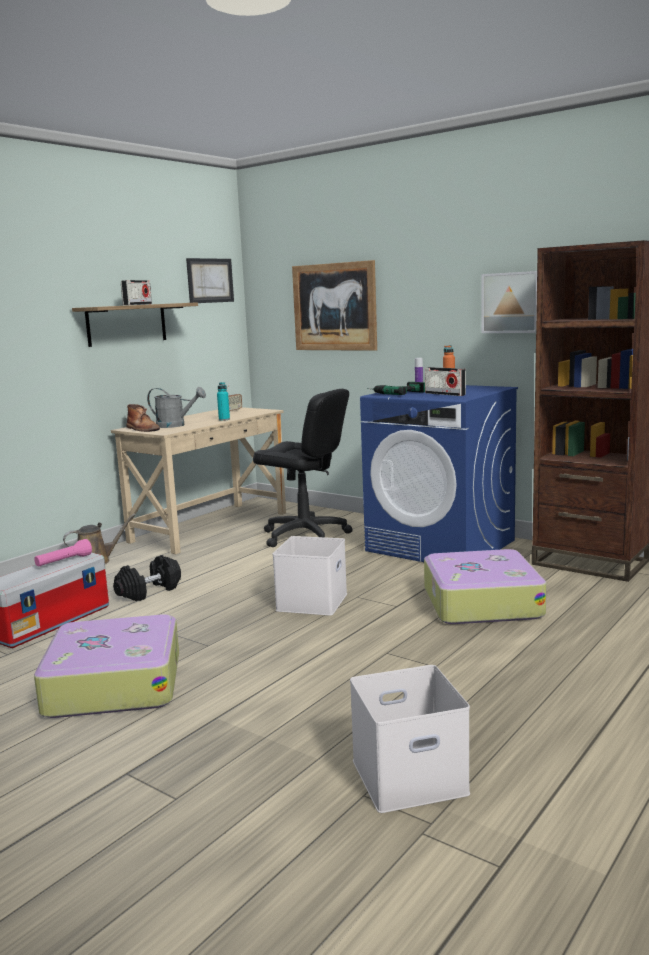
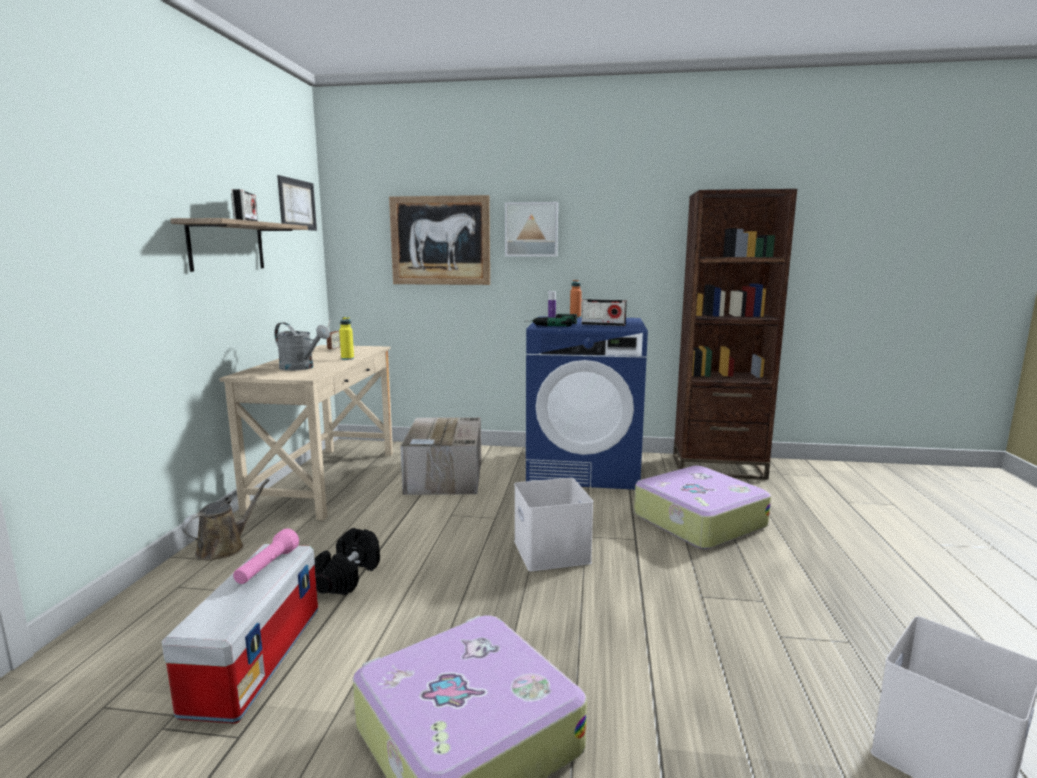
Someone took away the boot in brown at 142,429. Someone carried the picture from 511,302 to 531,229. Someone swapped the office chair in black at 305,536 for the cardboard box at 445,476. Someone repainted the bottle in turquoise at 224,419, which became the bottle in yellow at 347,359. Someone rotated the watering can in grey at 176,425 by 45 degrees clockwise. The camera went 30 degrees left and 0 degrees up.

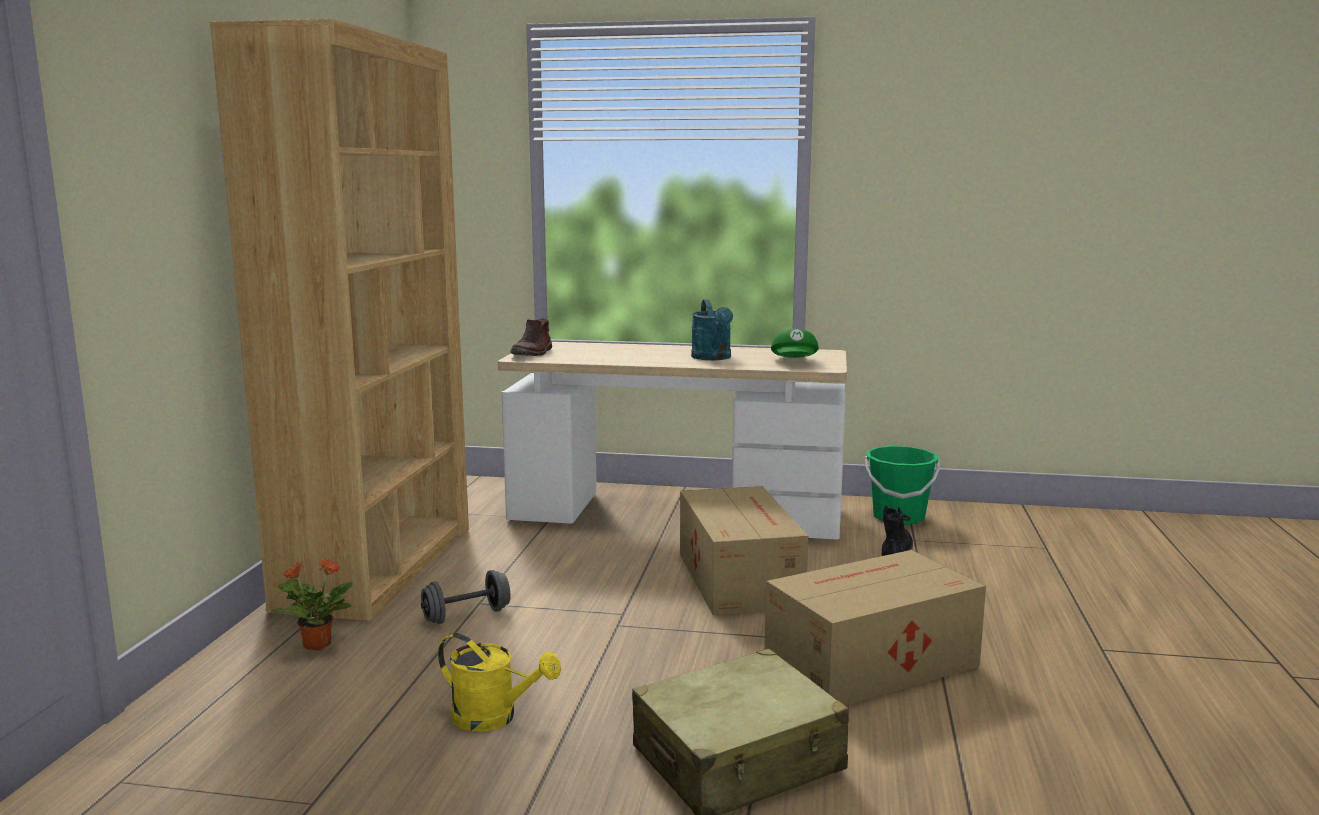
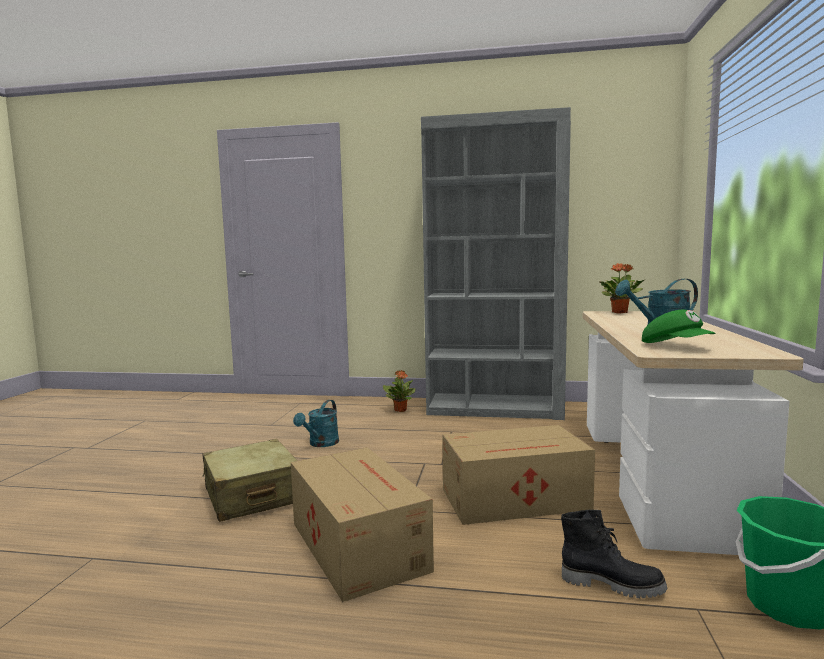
Someone took away the dumbbell in grey at 466,616. Someone swapped the boot in brown at 533,353 for the potted plant at 620,312. Someone repainted the bookcase in brown at 378,566, which became the bookcase in grey at 495,409. Someone repainted the watering can in yellow at 494,718, which became the watering can in turquoise at 321,444. Someone rotated the cap in green at 795,362 by 120 degrees counterclockwise. The camera went 90 degrees right and 5 degrees down.

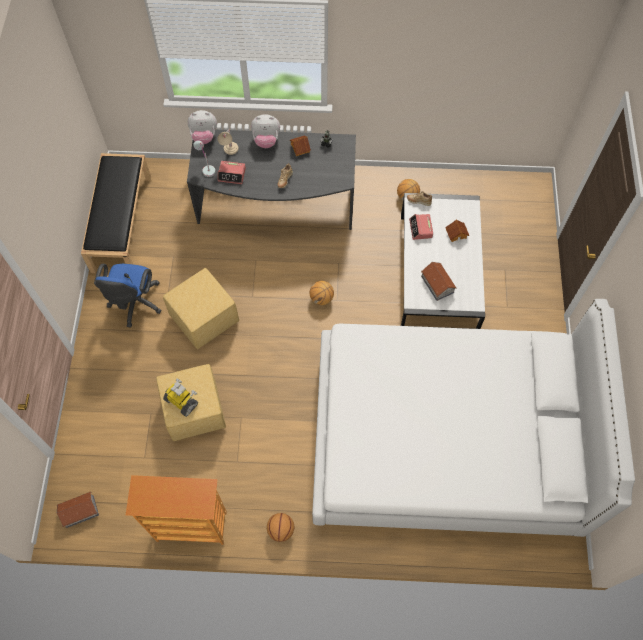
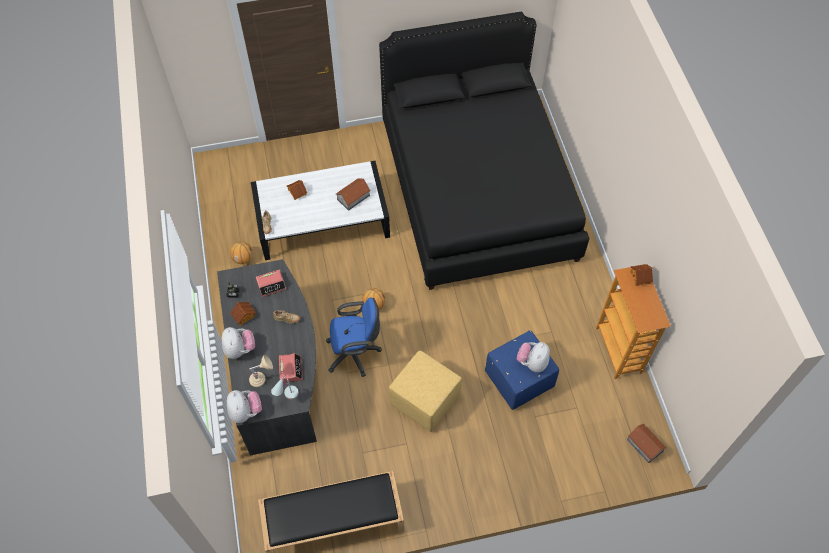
Someone took away the basketball at 280,529. Someone put down the toy house at 640,277. Someone carried the office chair in blue from 135,304 to 355,353. Someone carried the alarm clock from 421,229 to 271,285. Someone swapped the toy robot at 182,401 for the plush toy at 532,362. Someone repainted the ottoman in yellow at 195,411, which became the ottoman in blue at 518,379. Someone repainted the bed in white at 445,440, which became the bed in black at 477,190. The camera went 105 degrees left and 5 degrees down.

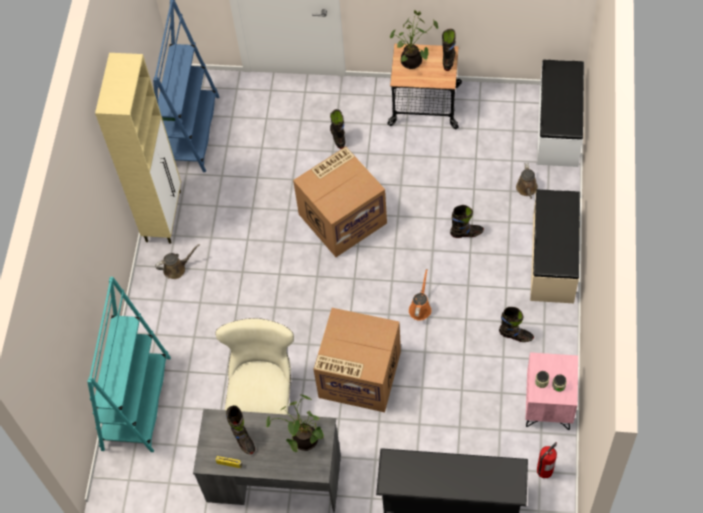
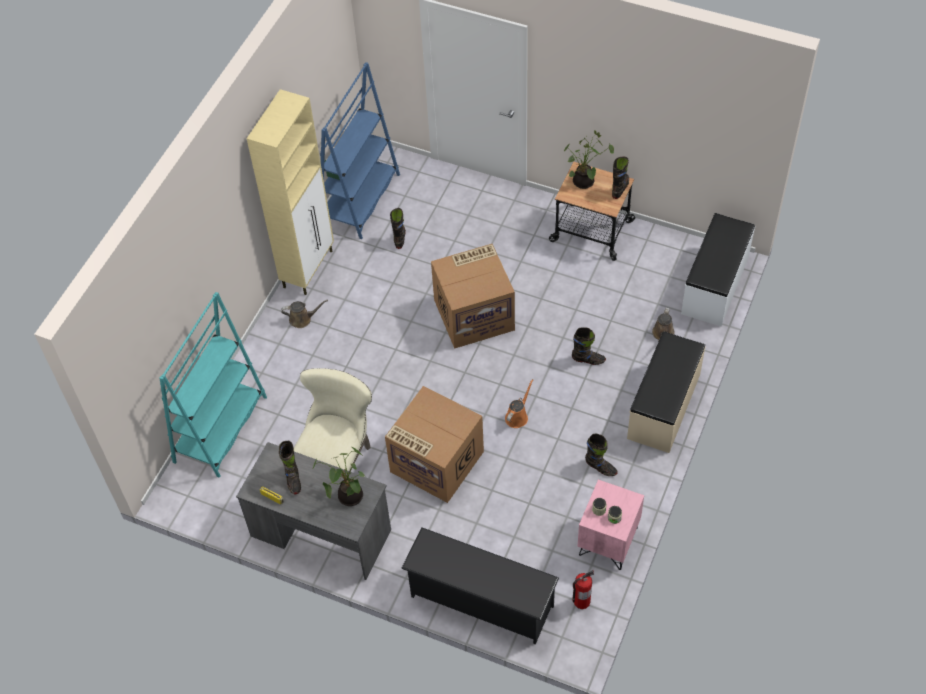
Someone carried the boot in black from 338,137 to 399,238. The camera went 15 degrees right and 5 degrees down.

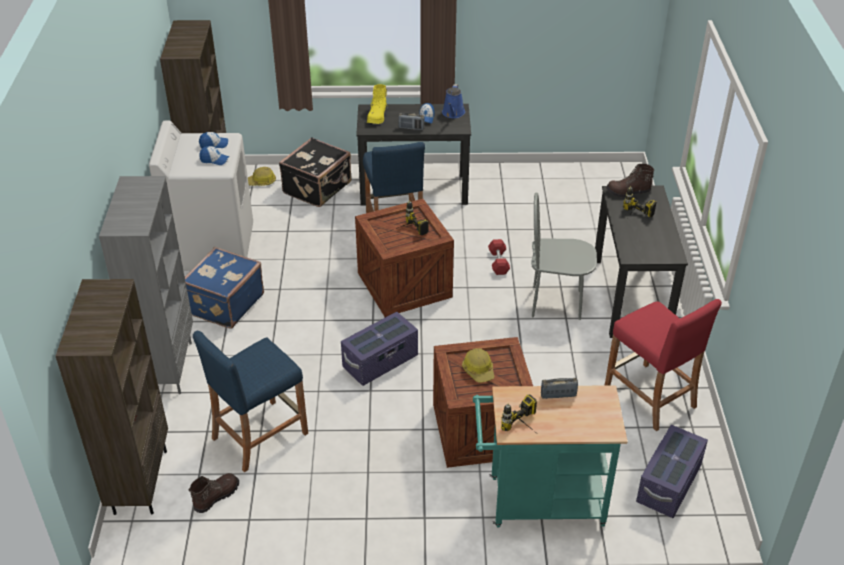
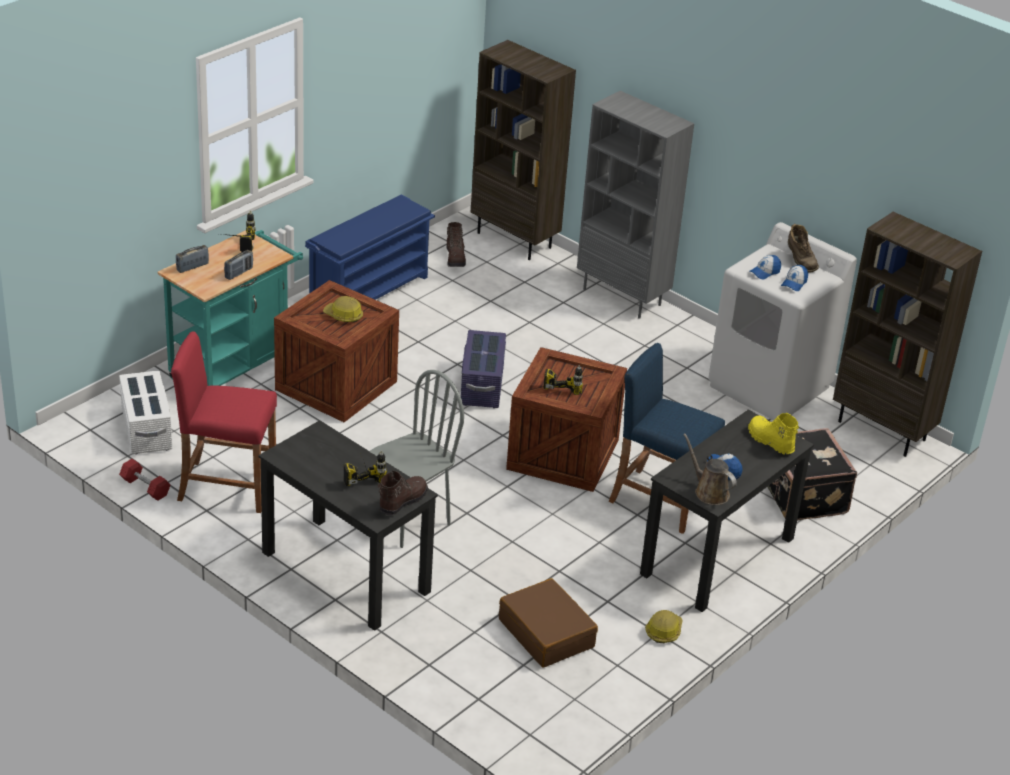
Someone took away the suitcase in blue at 224,304. Someone took away the stool in blue at 259,435. Someone put down the shoe rack in blue at 369,291. Someone put down the suitcase in brown at 547,633. Someone put down the boot in brown at 799,262. Someone carried the hard hat from 262,182 to 663,631. Someone carried the radio from 411,128 to 192,267. Someone carried the dumbbell in red from 498,262 to 145,487. Someone repainted the watering can in blue at 453,113, which became the watering can in brown at 709,492. Someone repainted the storage box in purple at 668,484, which became the storage box in white at 147,429. The camera went 130 degrees right and 5 degrees down.

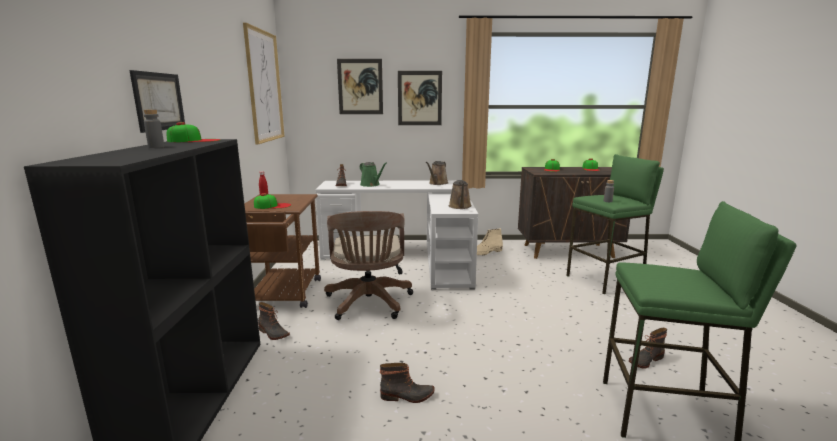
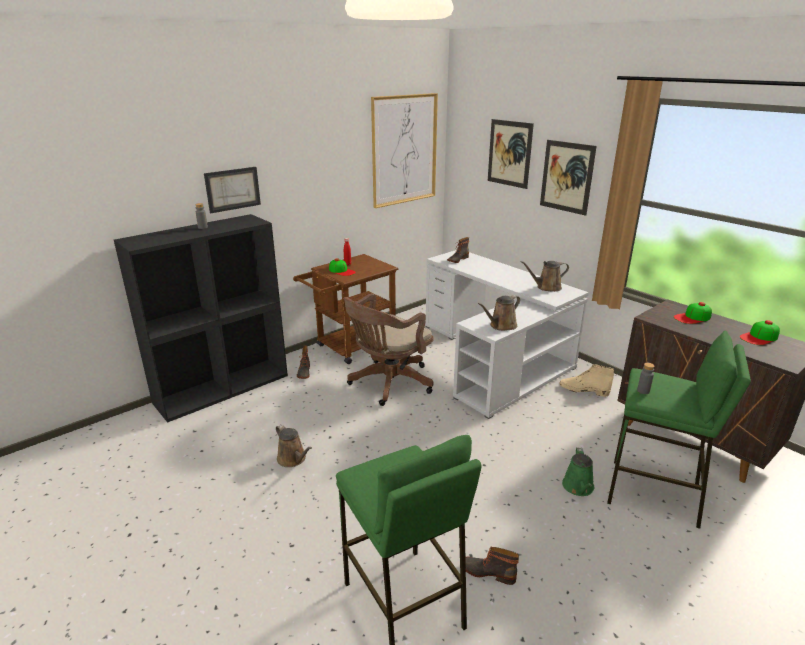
Someone took away the cap at 194,140. Someone carried the watering can in green from 371,185 to 578,488. Someone swapped the boot at 407,396 for the watering can in brown at 293,459. The camera went 50 degrees right and 10 degrees up.

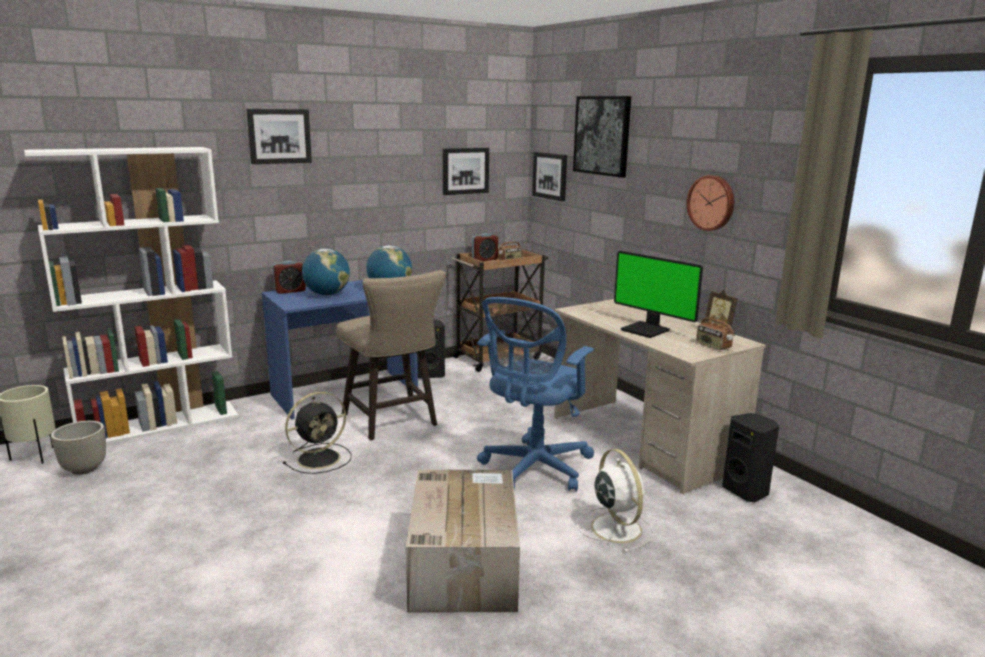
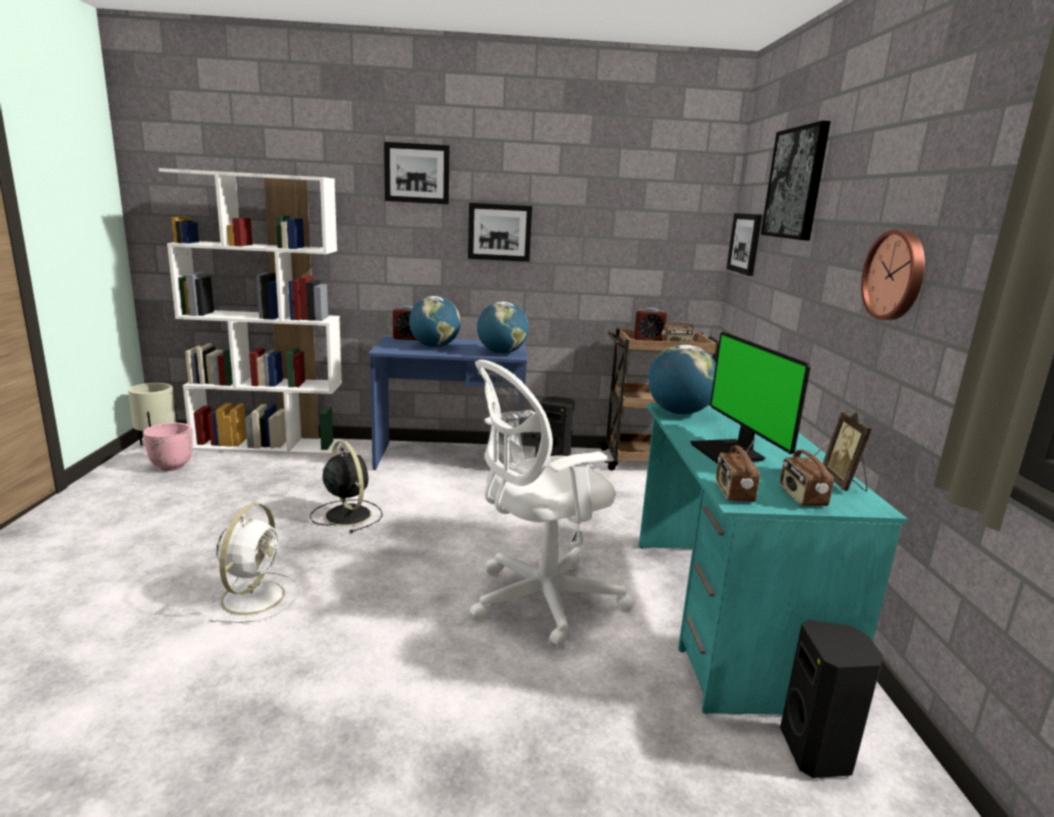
Someone took away the stool in beige at 393,422. Someone took away the cardboard box at 463,563. Someone put down the globe at 679,412. Someone put down the radio at 733,493. Someone carried the picture from 465,170 to 499,232. Someone carried the fan in white from 615,527 to 255,596. Someone repainted the planter in grey at 84,468, which became the planter in pink at 172,466. Someone repainted the office chair in blue at 533,470, which became the office chair in white at 539,602. Someone repainted the desk in beige at 643,442, which became the desk in turquoise at 725,616. Someone rotated the fan in black at 320,458 by 120 degrees counterclockwise. The camera went 30 degrees right and 0 degrees up.

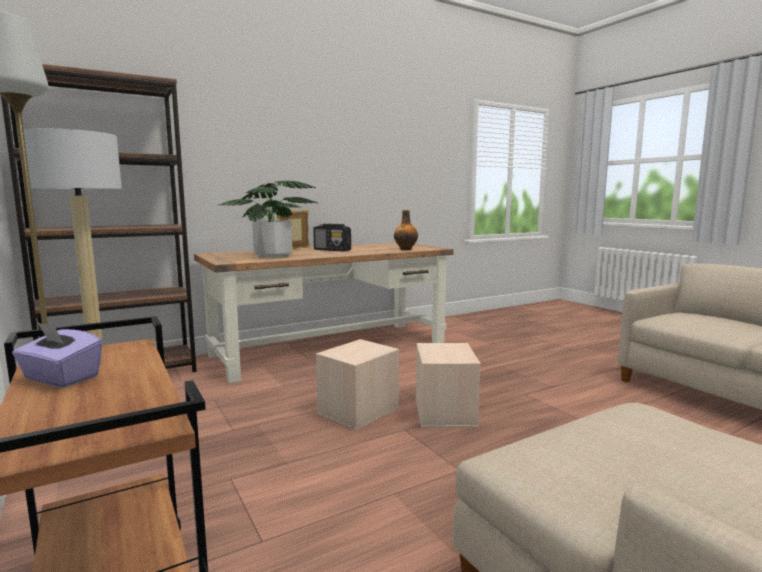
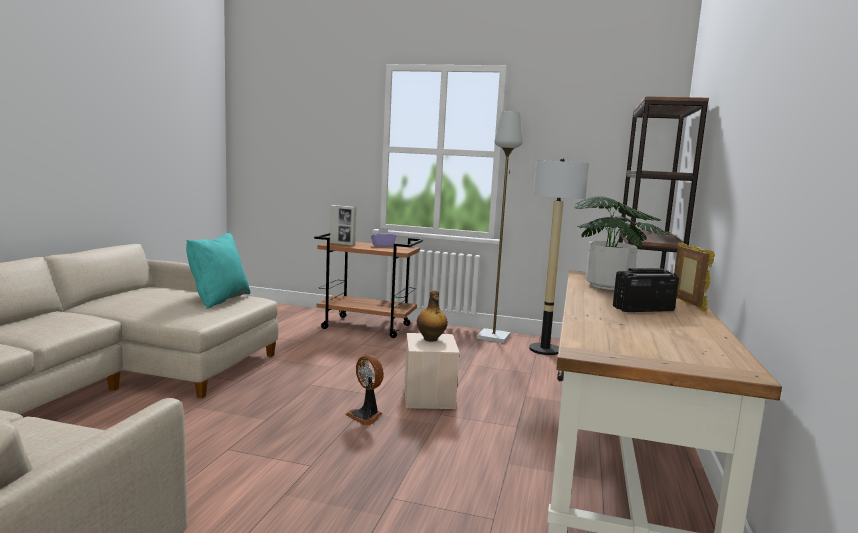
Someone put down the pillow in turquoise at 218,300. Someone put down the picture frame at 342,244. Someone carried the bottle from 406,249 to 430,339. Someone swapped the storage box in beige at 443,412 for the fan at 366,416. The camera went 135 degrees right and 0 degrees up.

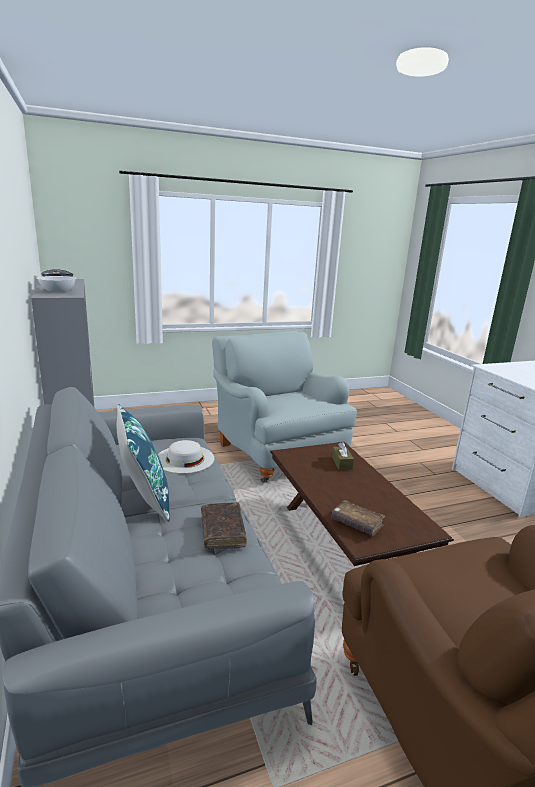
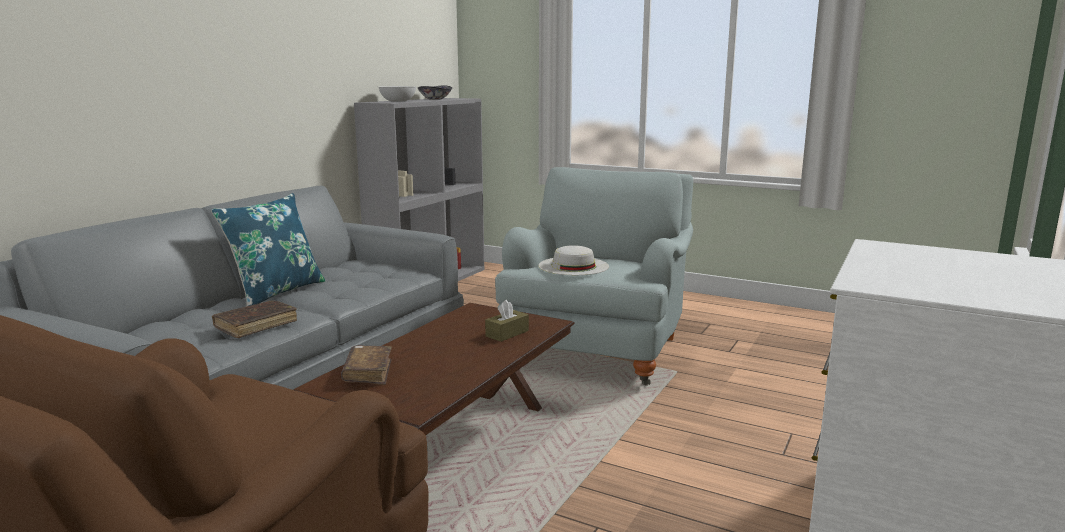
Someone carried the hat in white from 185,459 to 573,266. The camera went 50 degrees right and 5 degrees down.

